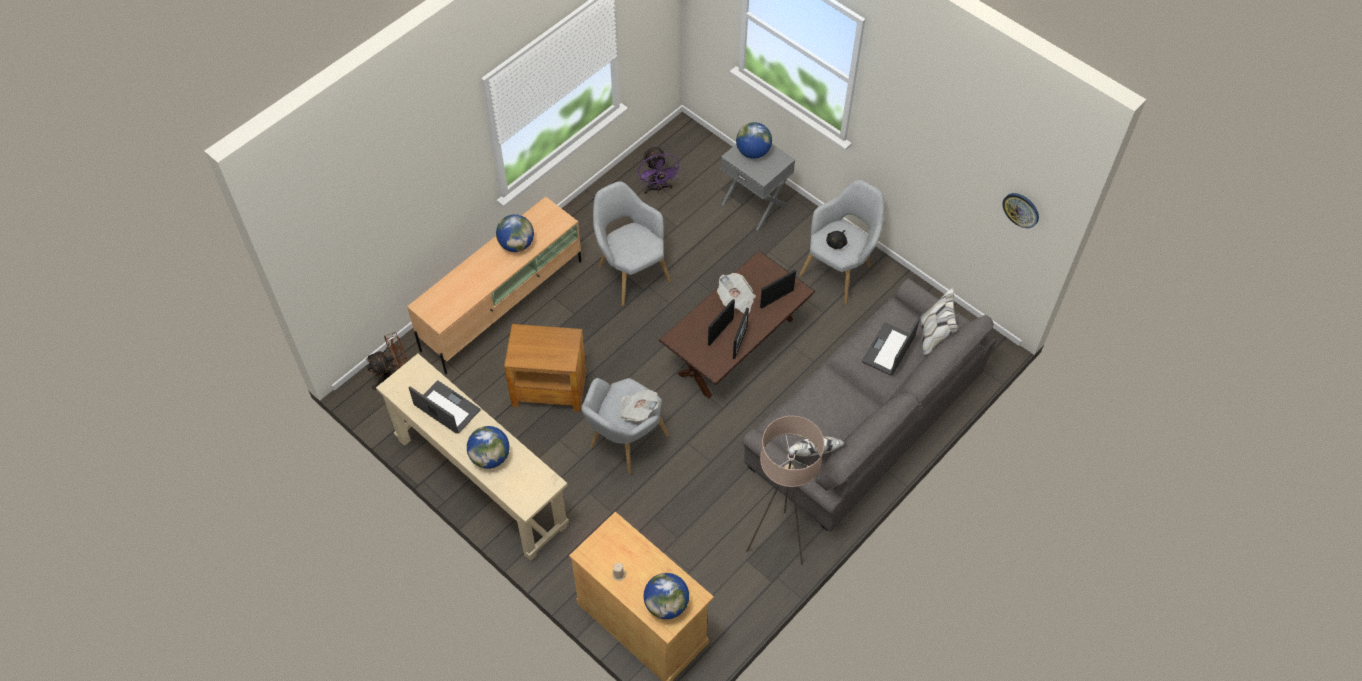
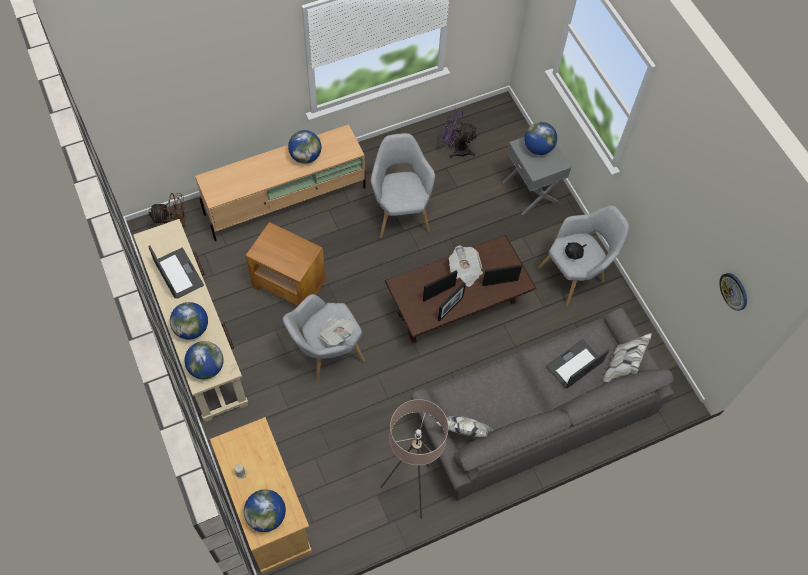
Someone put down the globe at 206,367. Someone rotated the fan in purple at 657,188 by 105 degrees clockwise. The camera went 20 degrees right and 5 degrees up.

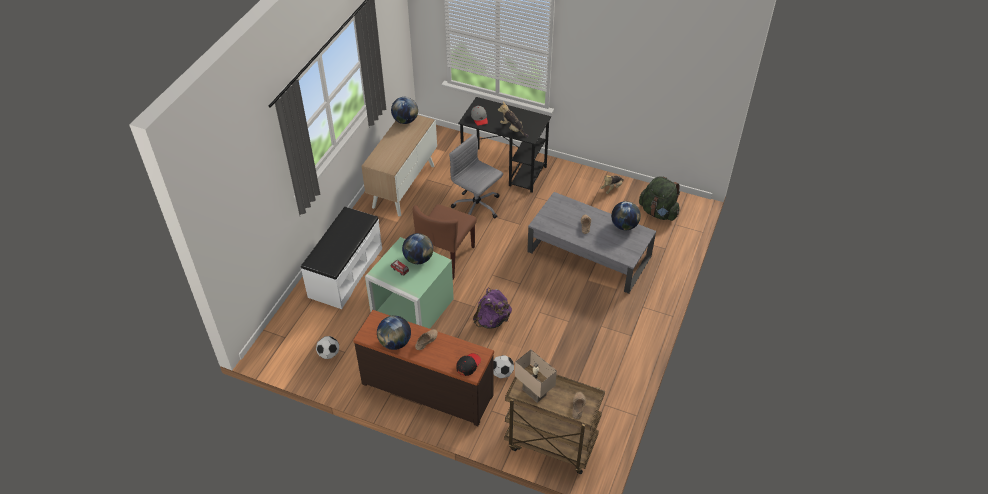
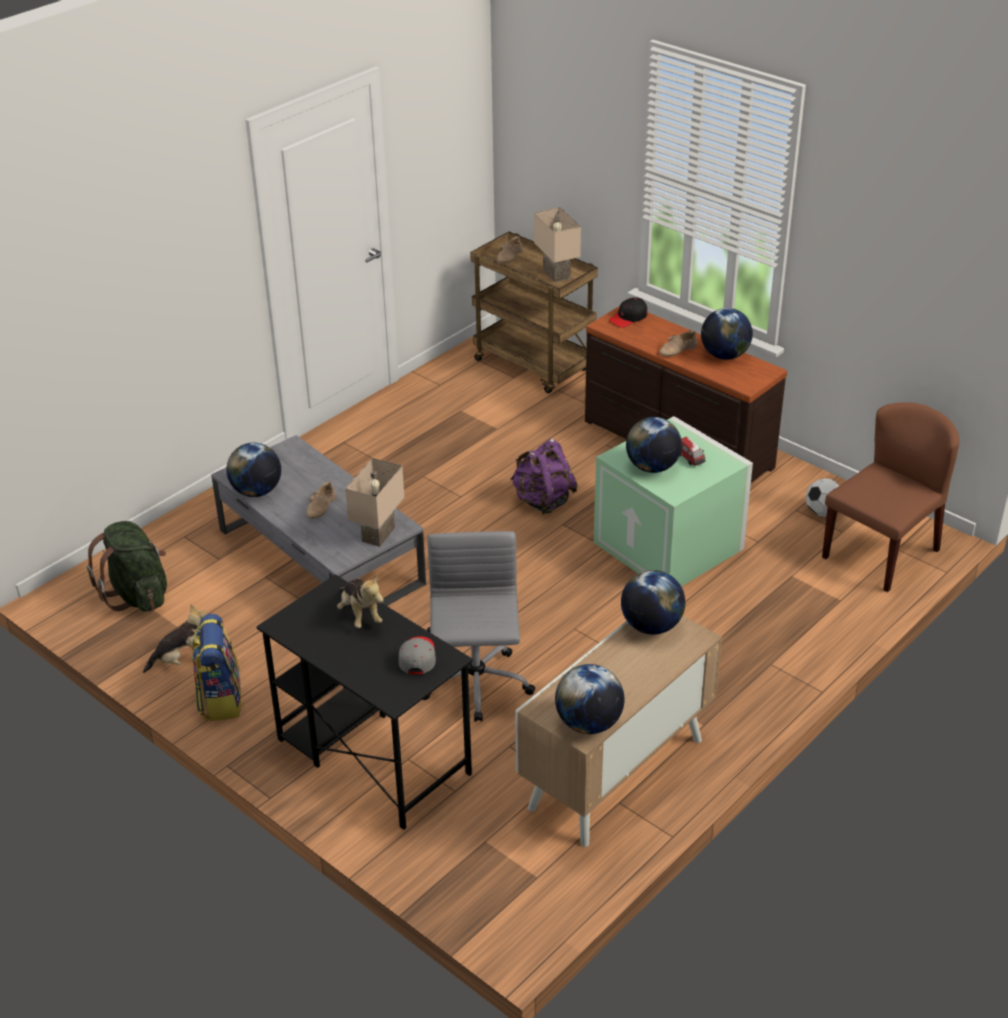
Someone took away the bench in white at 345,272. Someone took away the football at 502,373. Someone put down the backpack at 220,699. Someone put down the table lamp in beige at 379,535. Someone put down the globe at 651,626. Someone carried the chair in brown from 445,256 to 880,553. Someone rotated the office chair in grey at 477,207 by 150 degrees counterclockwise. The camera went 160 degrees left and 10 degrees down.

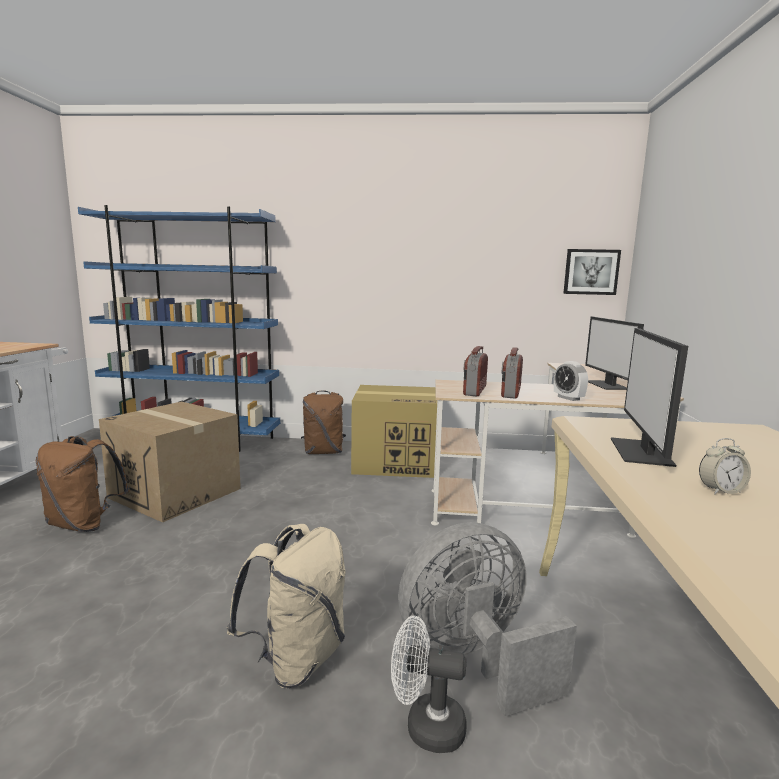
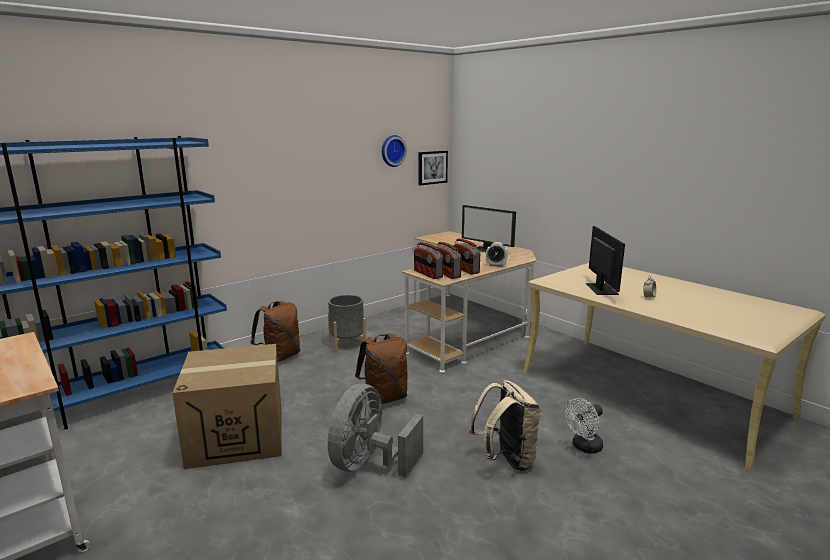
Someone put up the wall clock at 392,150. Someone put down the radio at 427,274. Someone carried the backpack in brown from 84,524 to 384,398. Someone carried the fan in grey from 473,660 to 369,464. Someone swapped the cardboard box at 396,462 for the planter in grey at 347,344. Someone rotated the monitor at 643,452 by 150 degrees counterclockwise. The camera went 45 degrees left and 5 degrees up.

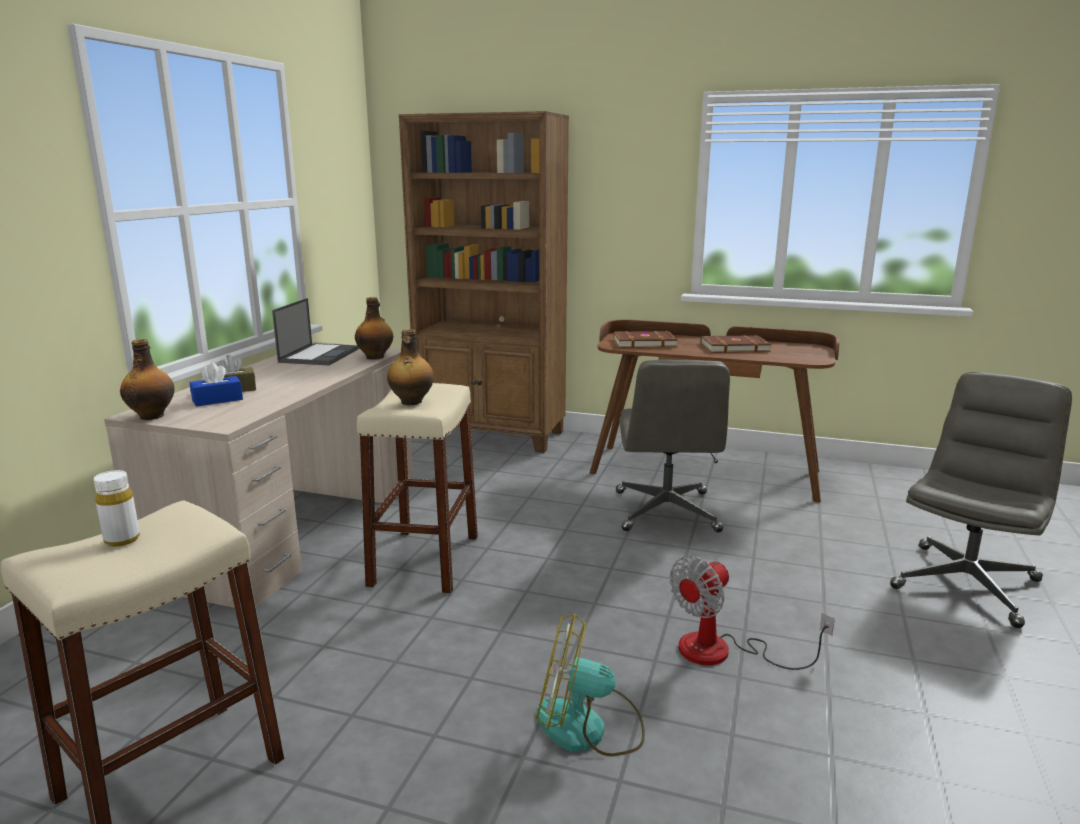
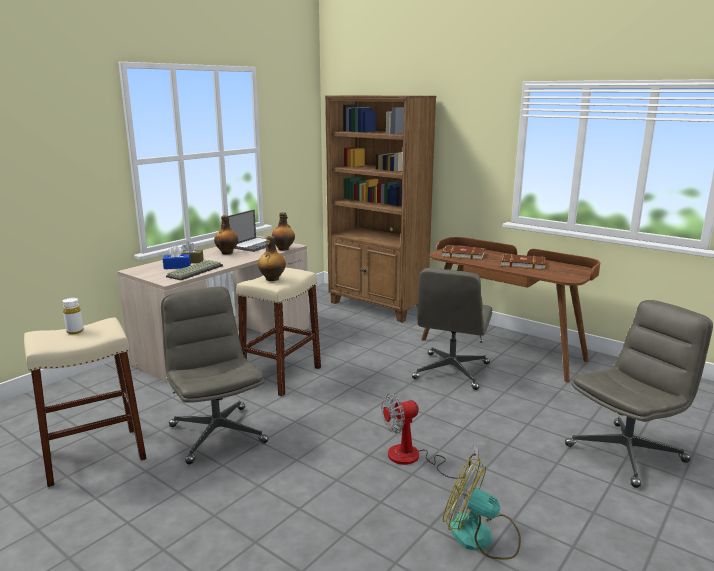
Someone put down the office chair in grey at 217,433. Someone put down the keyboard at 195,271. Someone carried the bottle from 152,416 to 227,253. Someone carried the fan from 587,728 to 481,537. The camera went 20 degrees right and 0 degrees up.

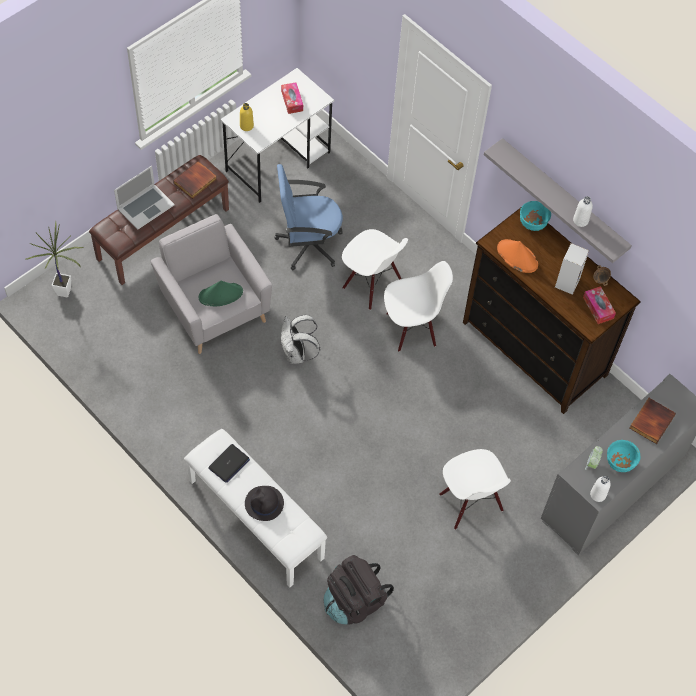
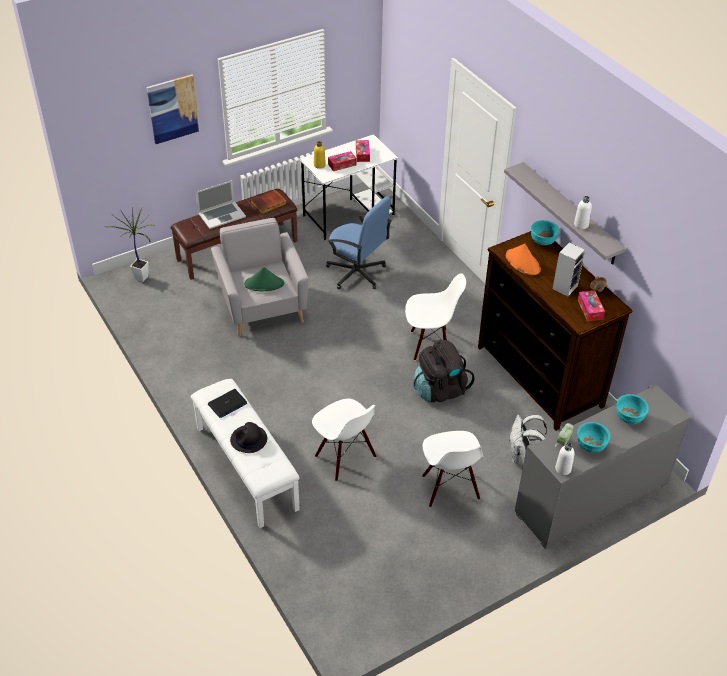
Someone put up the picture at 173,109. Someone put down the tissue box at 342,164. Someone carried the backpack in white from 297,354 to 522,457. Someone carried the backpack in black from 354,601 to 440,389. Someone carried the chair in white from 371,284 to 345,457. Someone swapped the book at 651,421 for the bowl in turquoise at 628,418. Someone rotated the office chair in blue at 308,244 by 150 degrees counterclockwise. The camera went 15 degrees right and 15 degrees down.

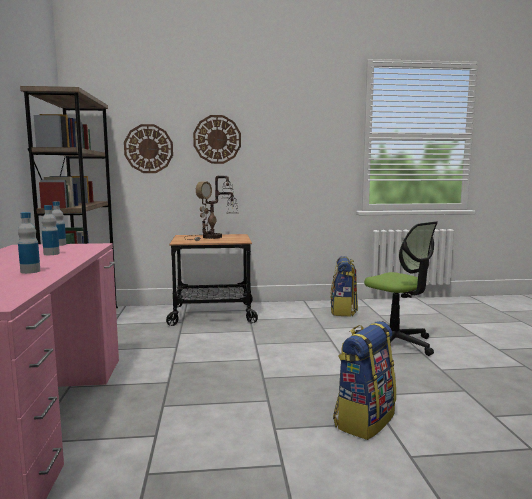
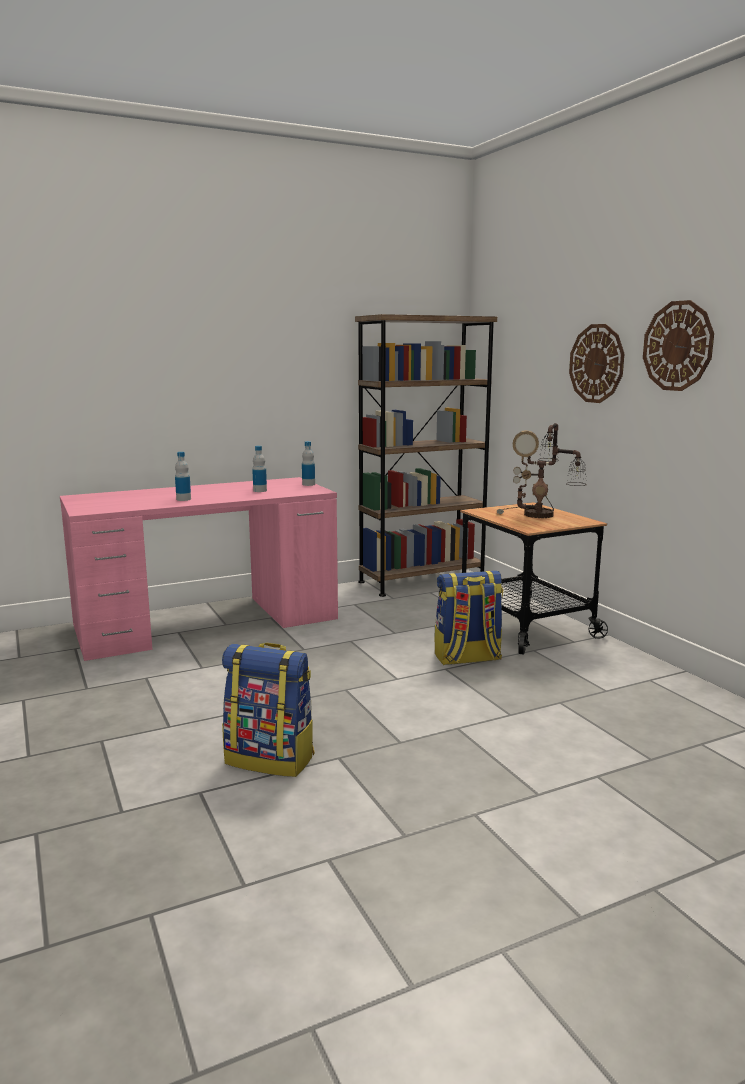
Someone took away the office chair at 395,344. Someone carried the wall clock from 148,148 to 678,346. Someone carried the backpack from 343,311 to 467,658. The camera went 70 degrees right and 5 degrees up.

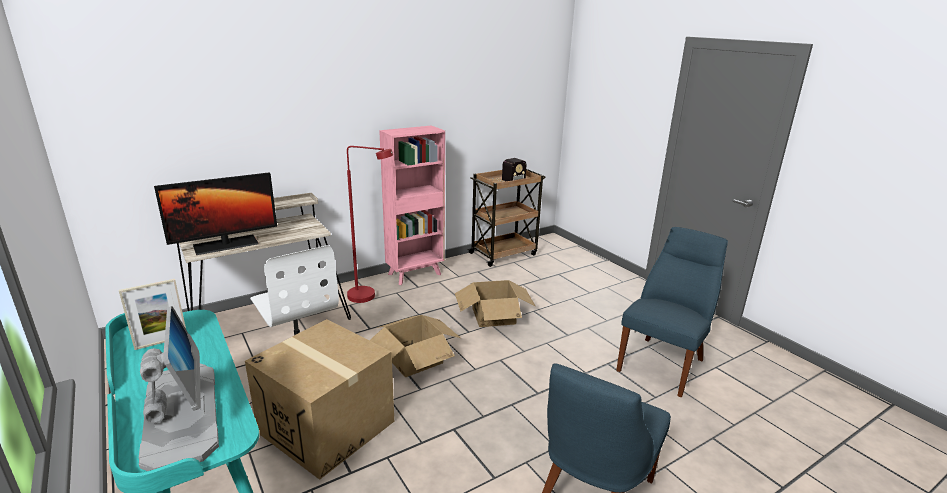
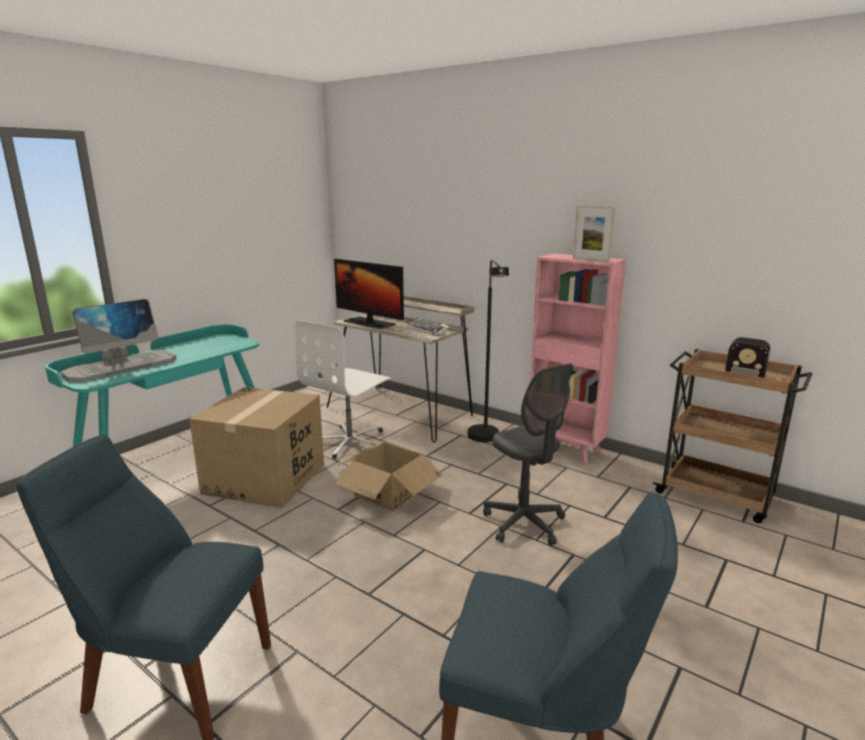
Someone put down the keyboard at 428,330. Someone carried the picture frame from 161,342 to 590,260. Someone swapped the cardboard box at 493,316 for the office chair in grey at 524,523. Someone repainted the floor lamp in red at 369,297, which became the floor lamp in black at 485,439. The camera went 70 degrees right and 5 degrees down.

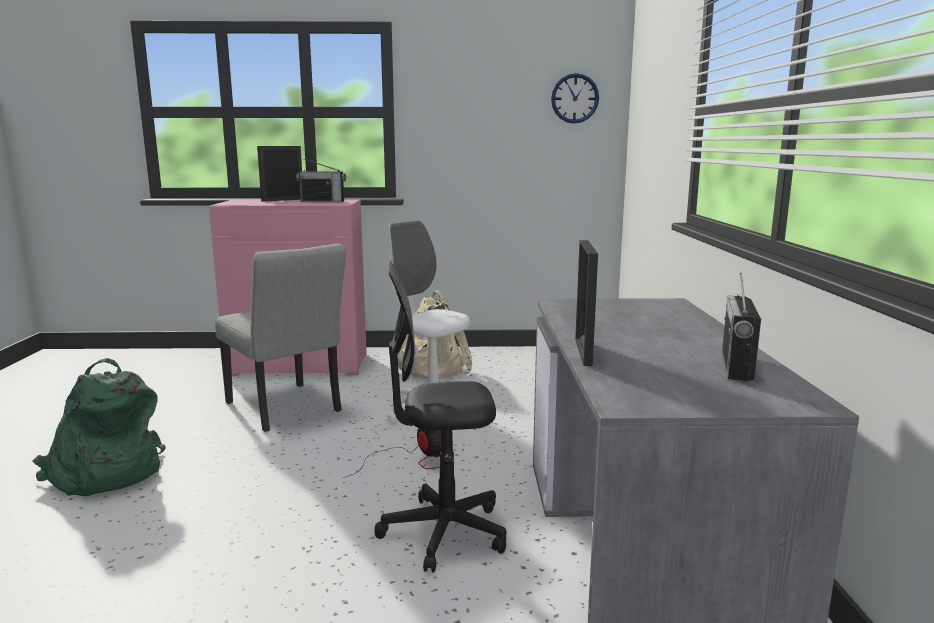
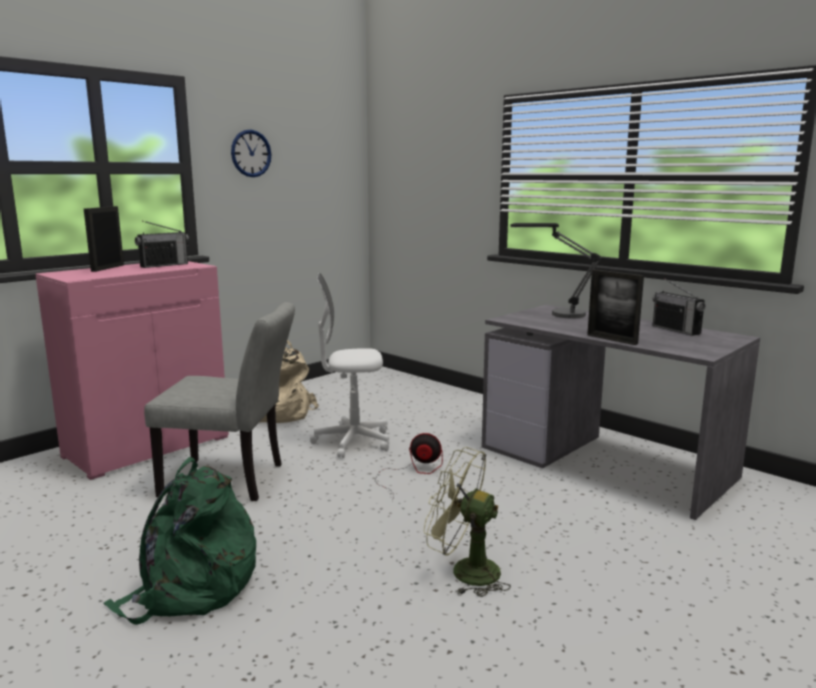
Someone took away the office chair in black at 443,532. Someone put down the fan in green at 464,571. Someone put down the table lamp at 558,314. Someone carried the wall clock from 574,98 to 251,153. The camera went 45 degrees left and 0 degrees up.

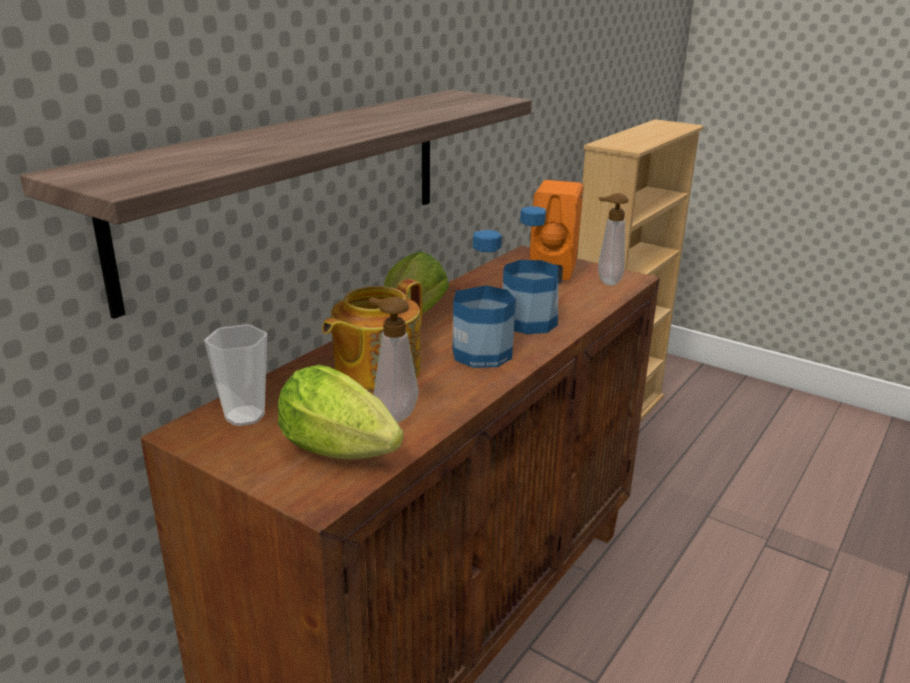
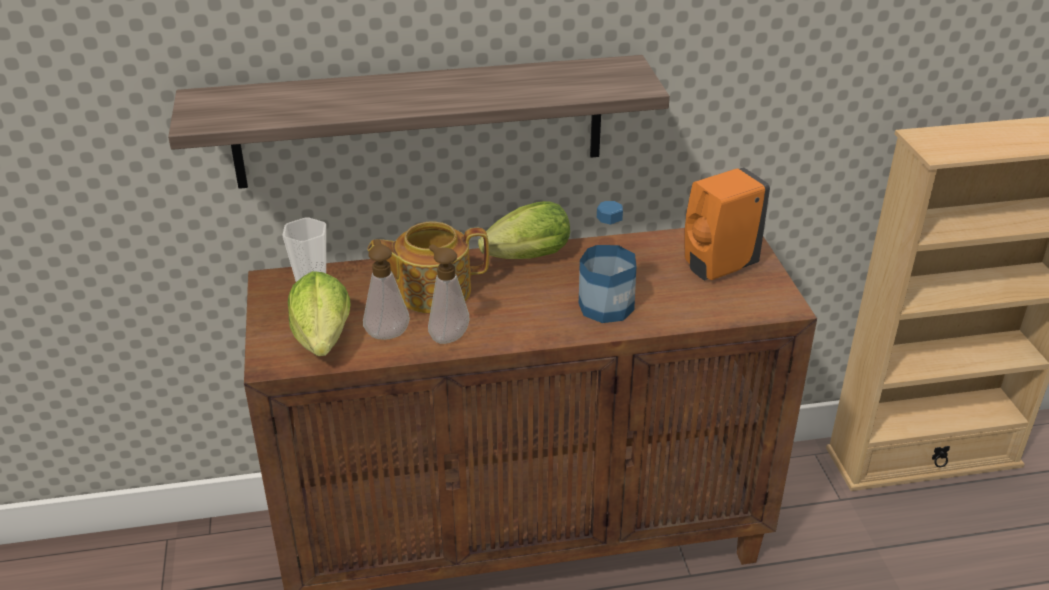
Someone took away the bottle at 482,354. Someone carried the soap dispenser from 606,281 to 447,336. The camera went 45 degrees right and 10 degrees up.

